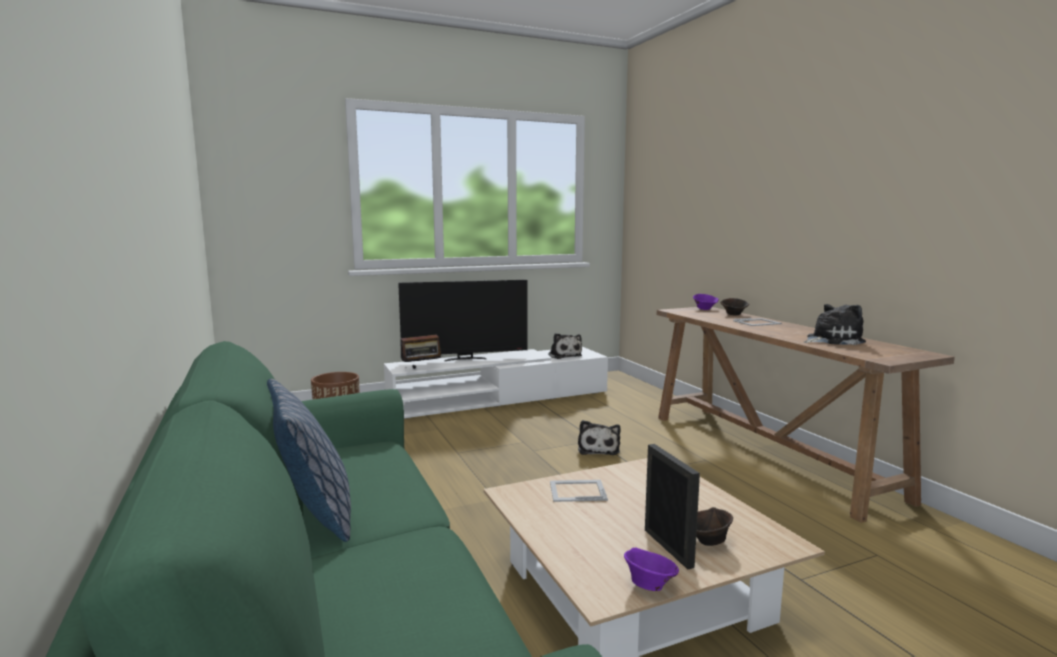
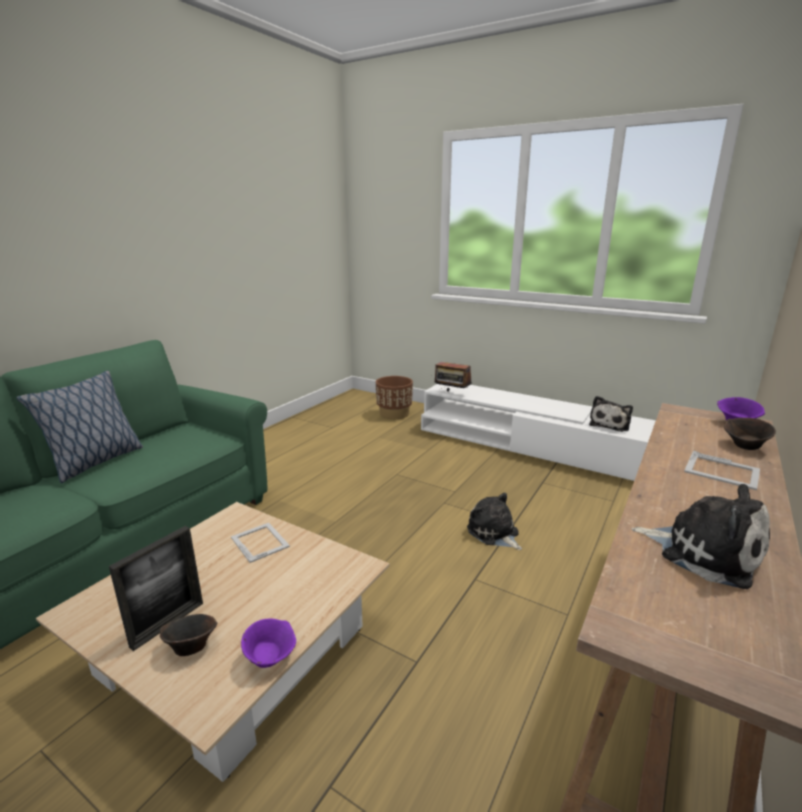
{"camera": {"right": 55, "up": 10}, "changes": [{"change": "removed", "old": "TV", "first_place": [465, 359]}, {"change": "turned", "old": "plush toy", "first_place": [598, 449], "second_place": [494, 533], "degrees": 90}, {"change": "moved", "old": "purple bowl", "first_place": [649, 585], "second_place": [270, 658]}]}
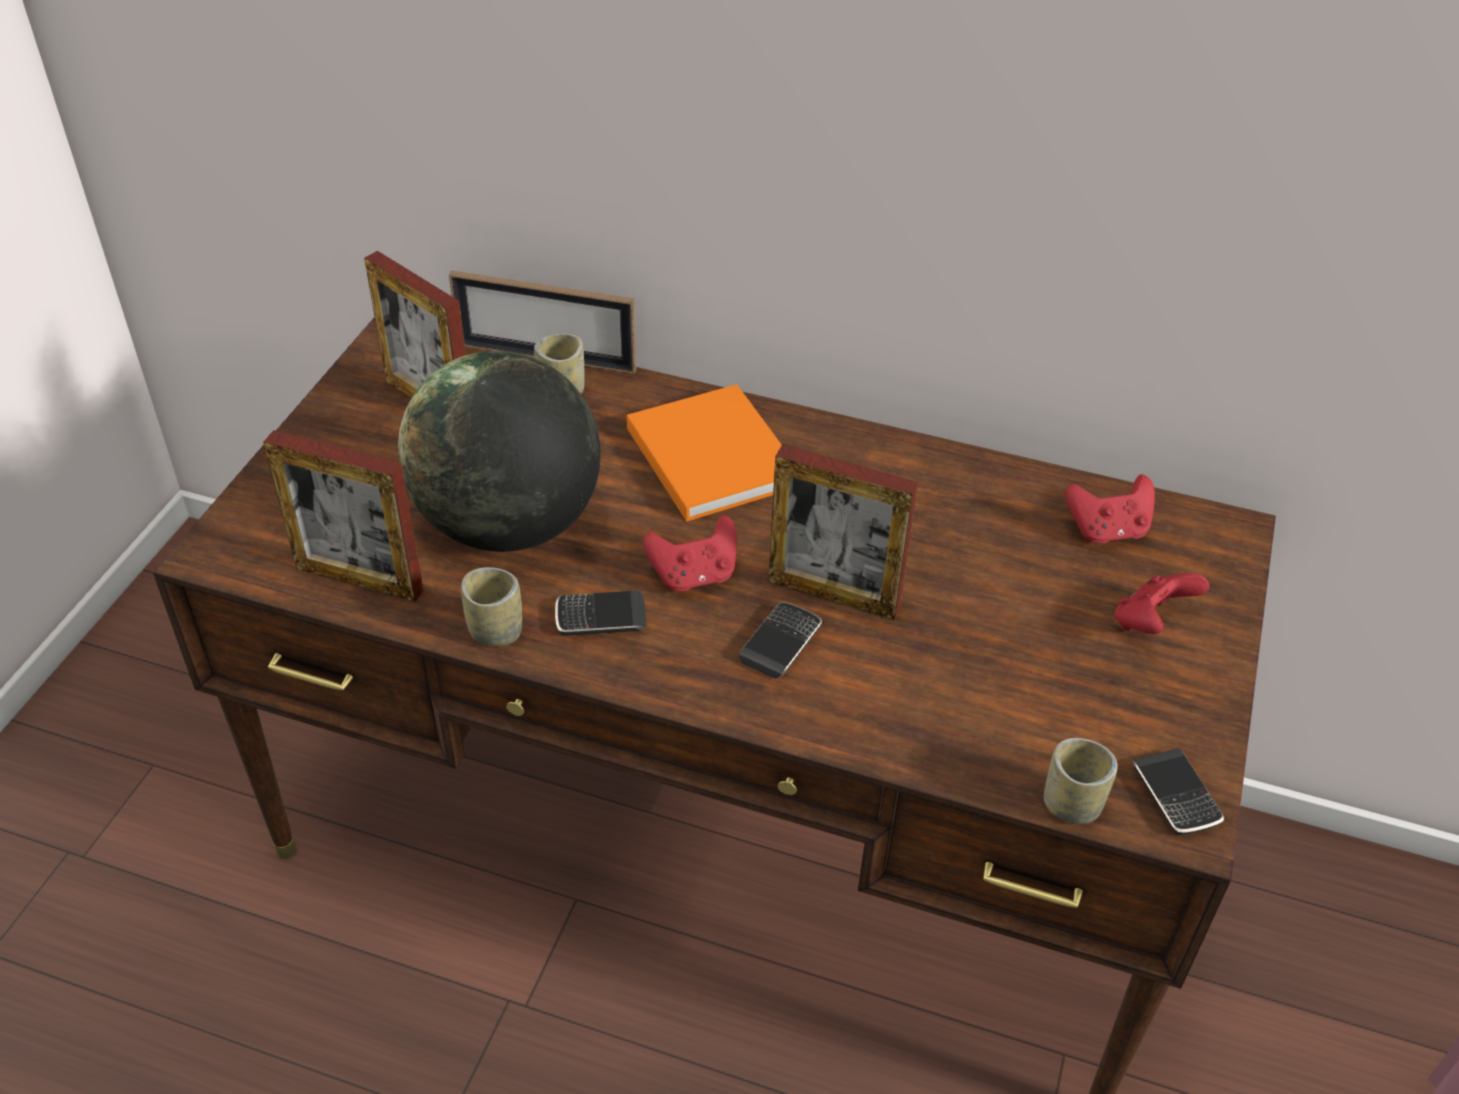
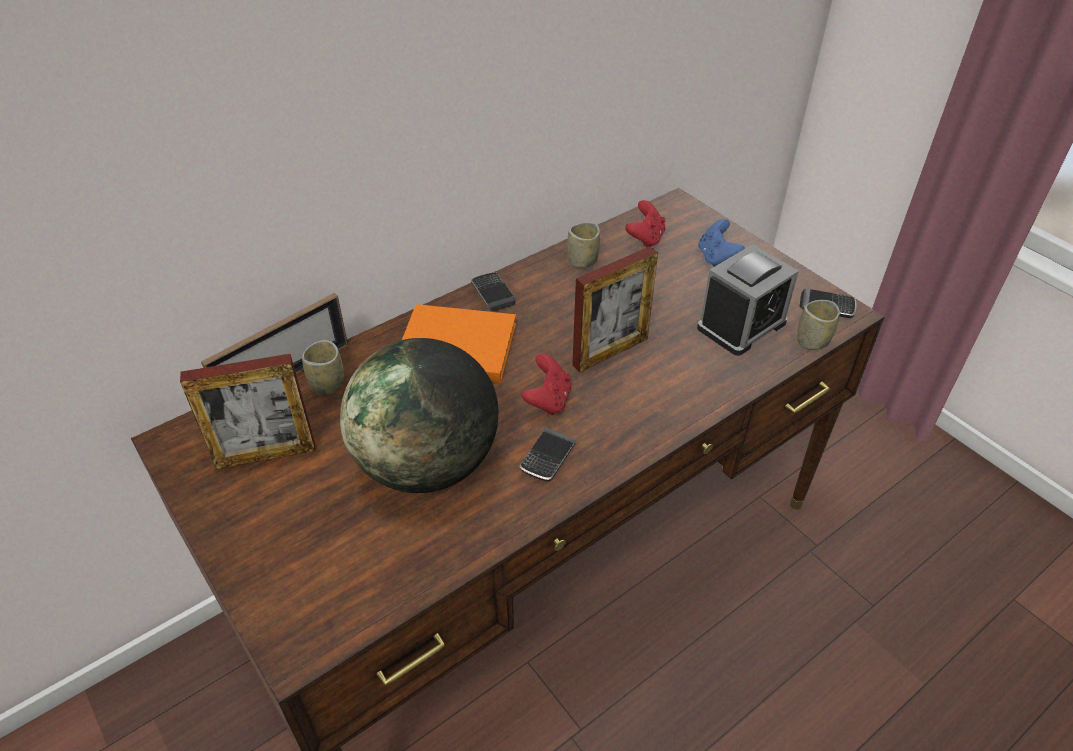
{"camera": {"right": -55, "up": 0}, "changes": [{"change": "removed", "old": "standing frame", "first_place": [359, 579]}, {"change": "moved", "old": "small cup", "first_place": [496, 631], "second_place": [582, 261]}, {"change": "moved", "old": "phone", "first_place": [780, 643], "second_place": [493, 294]}, {"change": "recoloured", "old": "red game controller", "new": "blue game controller", "first_place": [1150, 623], "second_place": [716, 258]}, {"change": "added", "new": "bedside clock", "second_place": [741, 325]}]}
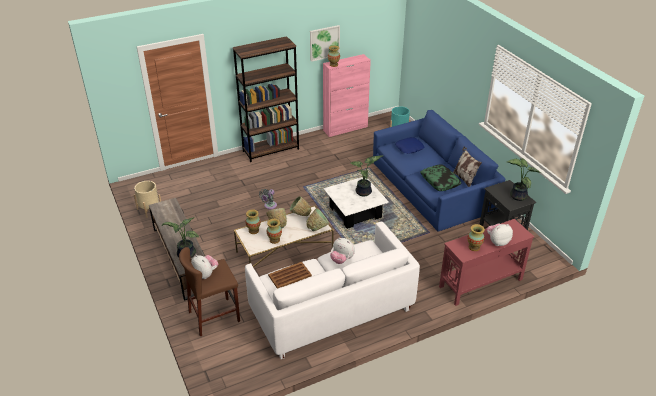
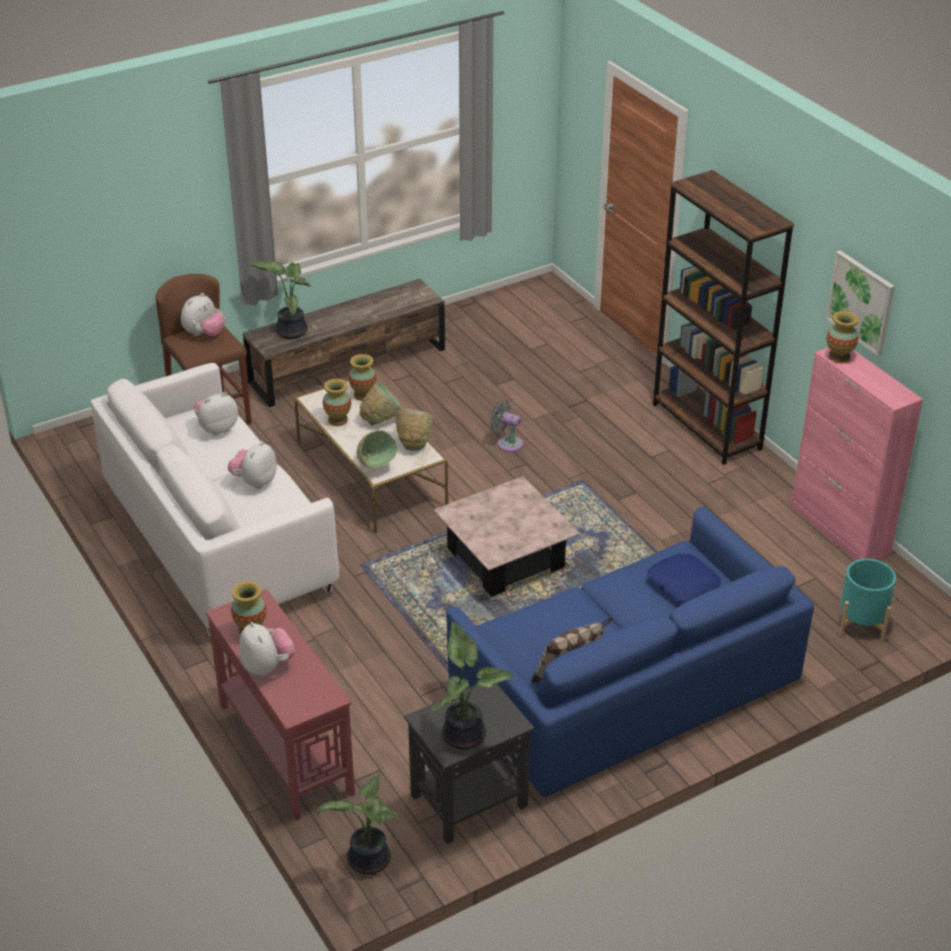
{"camera": {"right": 85, "up": 0}, "changes": [{"change": "removed", "old": "beige-coloured flower pot", "first_place": [149, 209]}, {"change": "replaced", "old": "brown-coloured tray", "new": "plush toy", "first_place": [290, 275], "second_place": [217, 428]}, {"change": "recoloured", "old": "whitish coffee table", "new": "pinkish coffee table", "first_place": [355, 212], "second_place": [505, 558]}, {"change": "moved", "old": "houseplant", "first_place": [364, 192], "second_place": [367, 862]}, {"change": "removed", "old": "throw pillow", "first_place": [440, 181]}]}
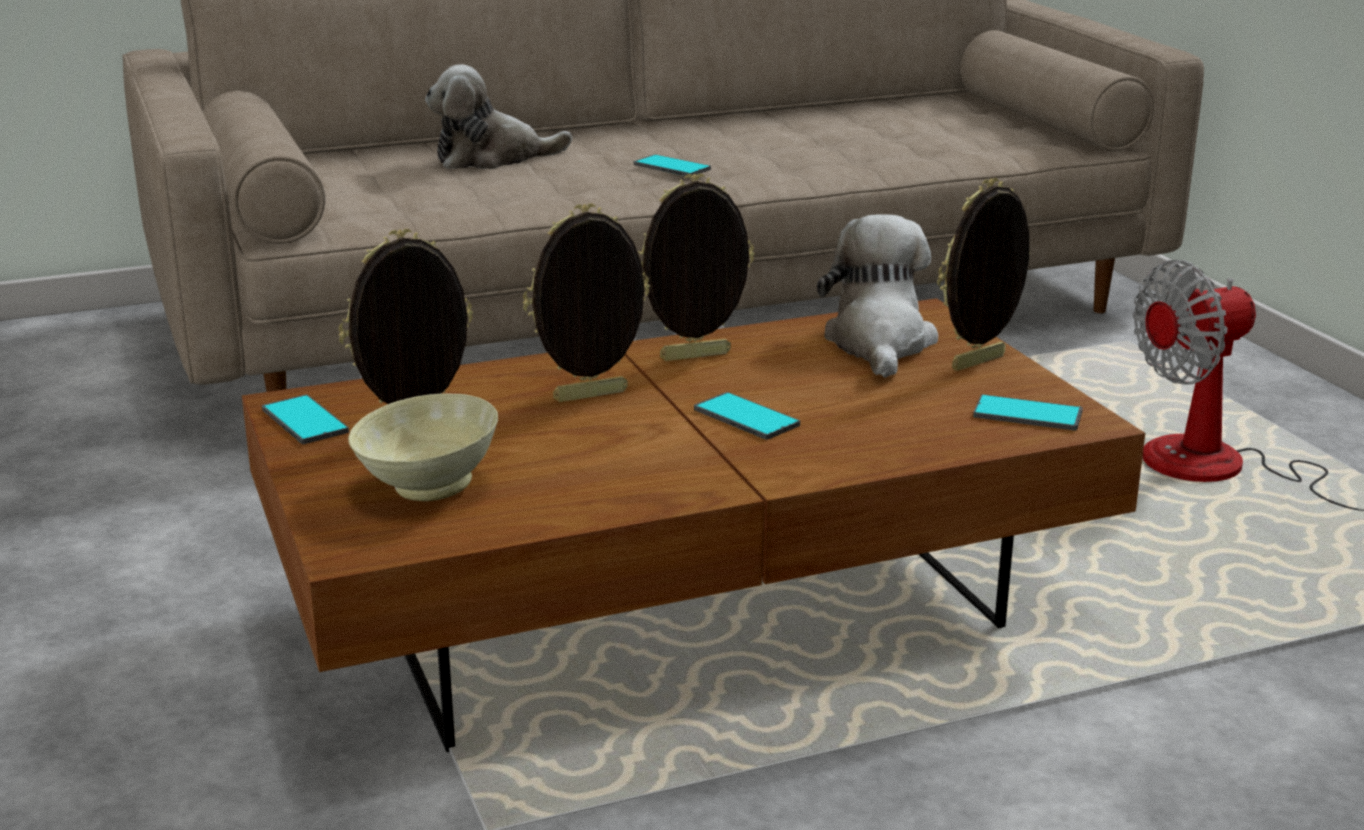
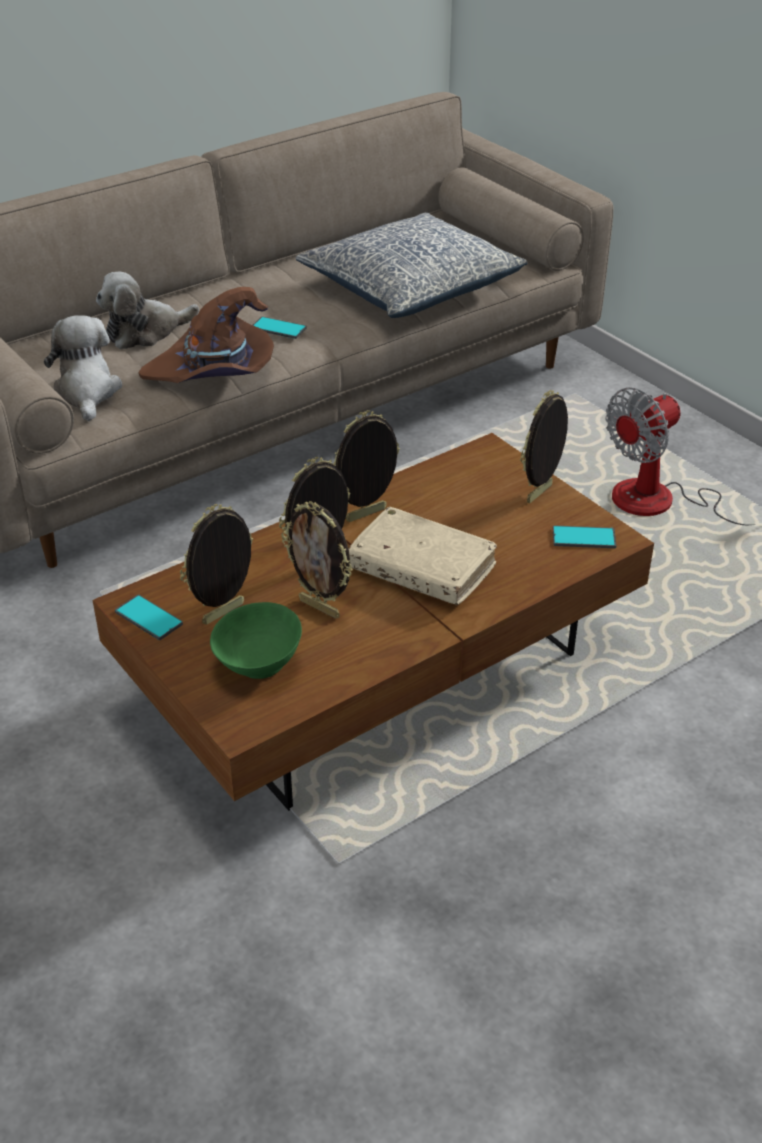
{"camera": {"right": -15, "up": 15}, "changes": [{"change": "recoloured", "old": "beige-coloured bowl", "new": "green bowl", "first_place": [426, 487], "second_place": [257, 665]}, {"change": "replaced", "old": "phone", "new": "beige-coloured book", "first_place": [746, 418], "second_place": [421, 568]}, {"change": "moved", "old": "plush toy", "first_place": [879, 343], "second_place": [87, 392]}, {"change": "added", "new": "brown-coloured wearable hat", "second_place": [214, 371]}, {"change": "added", "new": "standing frame", "second_place": [320, 608]}, {"change": "added", "new": "throw pillow", "second_place": [411, 287]}]}
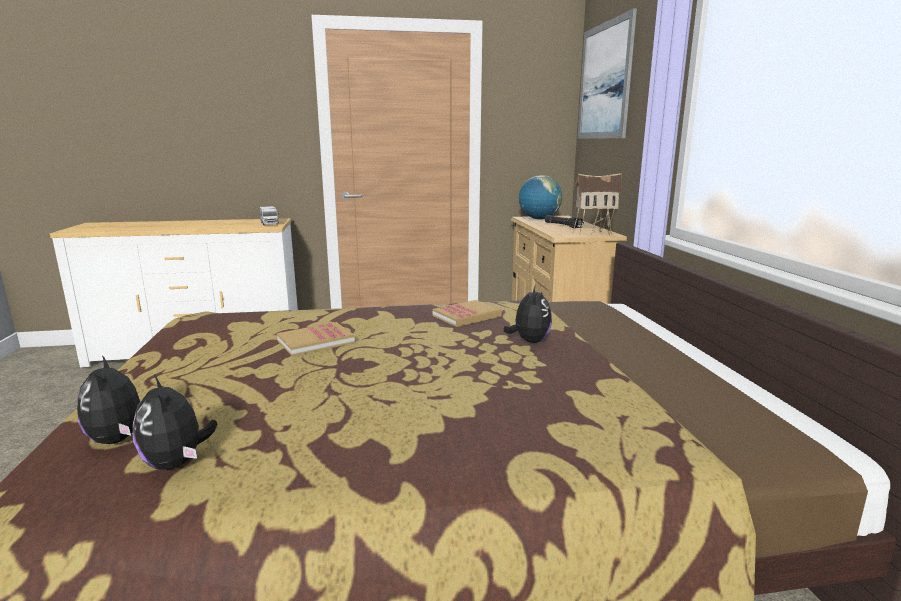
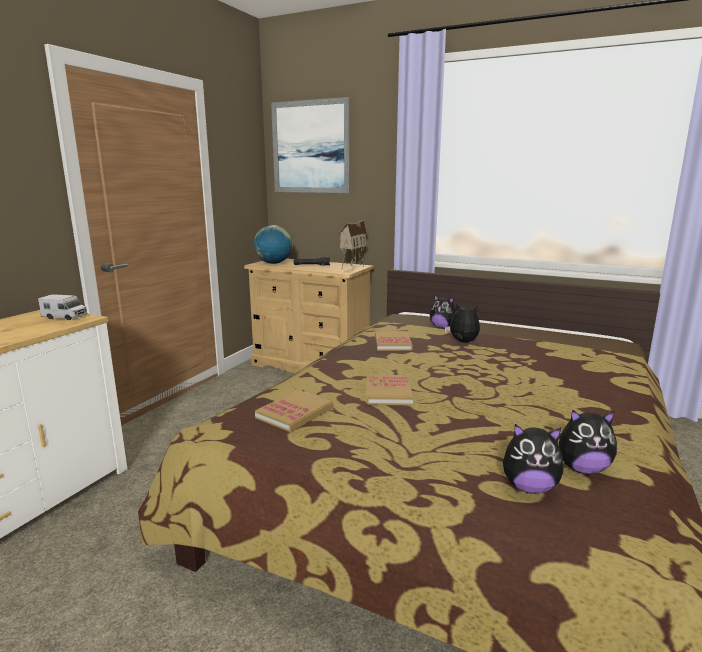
{"camera": {"right": -55, "up": 0}, "changes": [{"change": "added", "new": "book", "second_place": [295, 413]}, {"change": "added", "new": "plush toy", "second_place": [443, 328]}]}
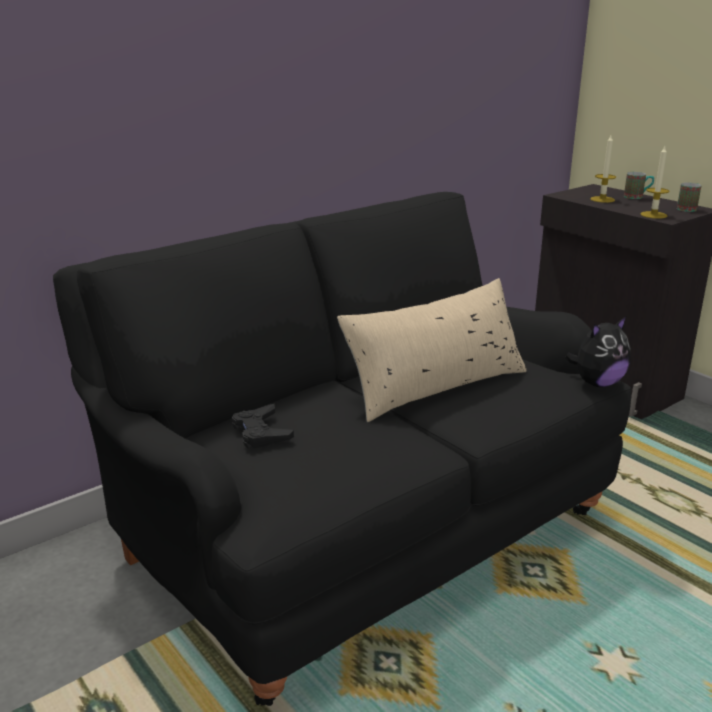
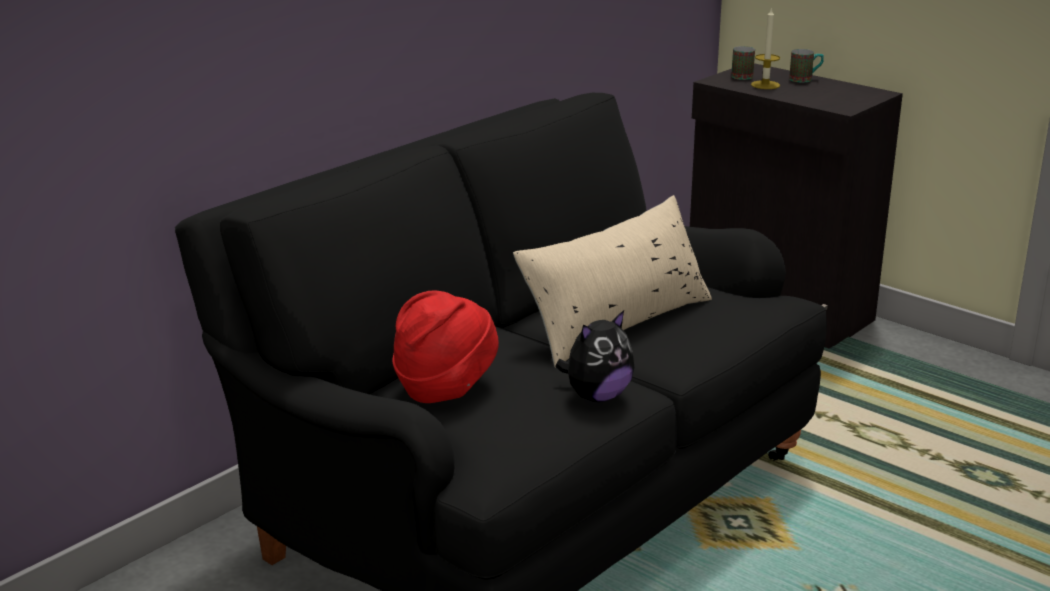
{"camera": {"right": -10, "up": 0}, "changes": [{"change": "replaced", "old": "black-coloured game controller", "new": "red wearable hat", "first_place": [261, 432], "second_place": [445, 387]}, {"change": "moved", "old": "plush toy", "first_place": [597, 383], "second_place": [597, 396]}, {"change": "removed", "old": "wax candle", "first_place": [653, 215]}, {"change": "moved", "old": "mug", "first_place": [685, 208], "second_place": [741, 75]}]}
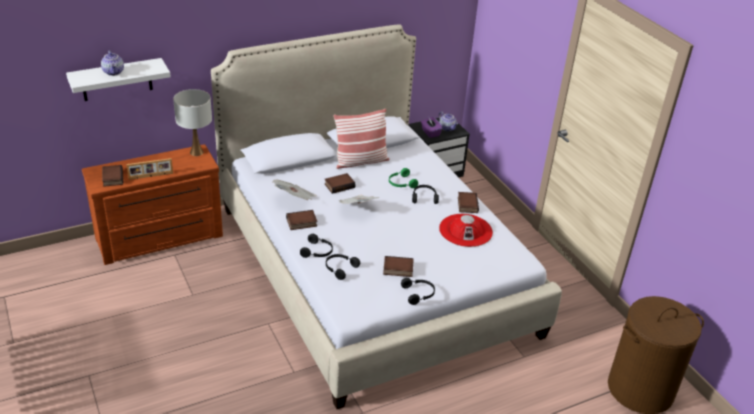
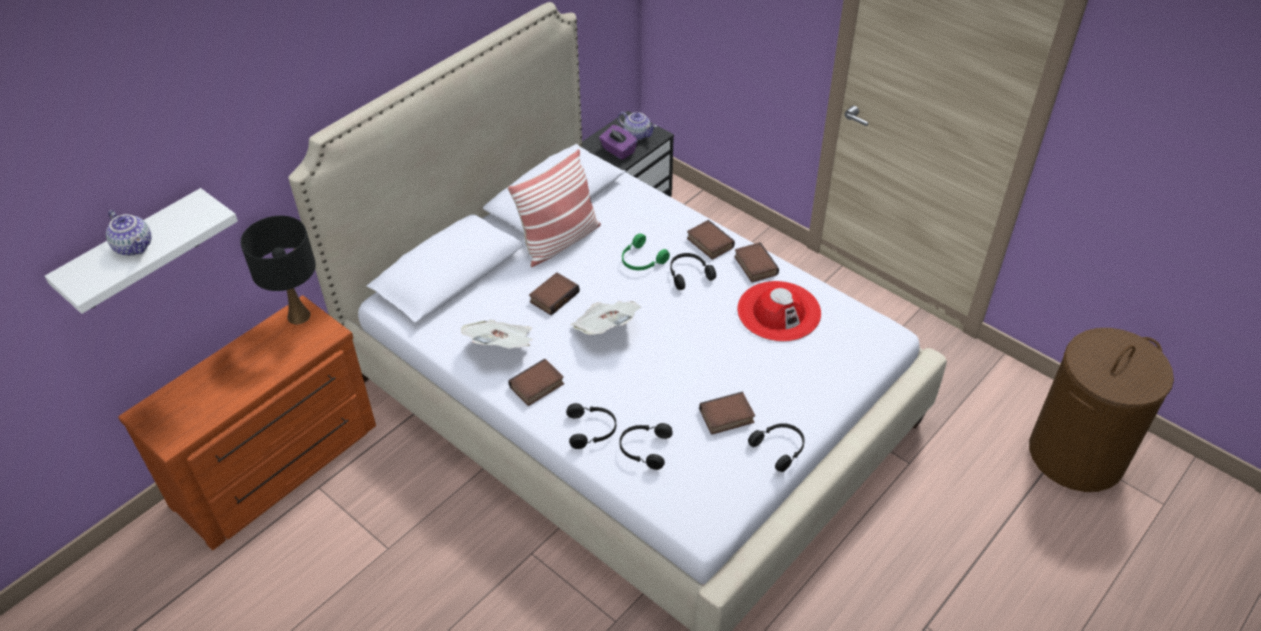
{"camera": {"right": -20, "up": 10}, "changes": [{"change": "moved", "old": "book", "first_place": [112, 178], "second_place": [708, 243]}, {"change": "removed", "old": "standing frame", "first_place": [151, 176]}, {"change": "recoloured", "old": "whitish table lamp", "new": "black-coloured table lamp", "first_place": [196, 152], "second_place": [299, 316]}]}
